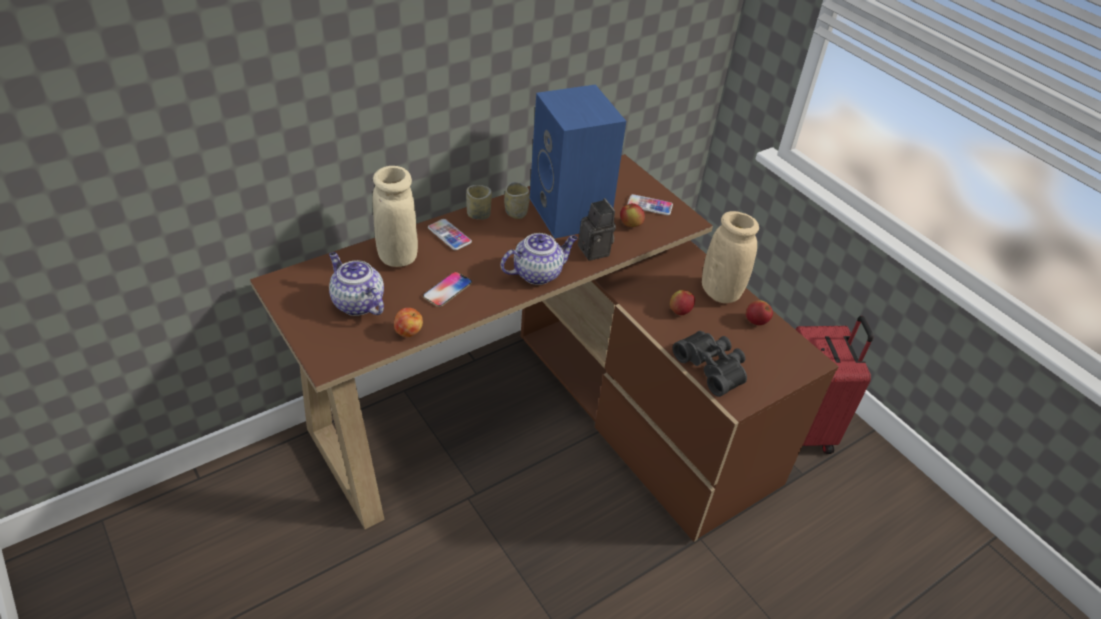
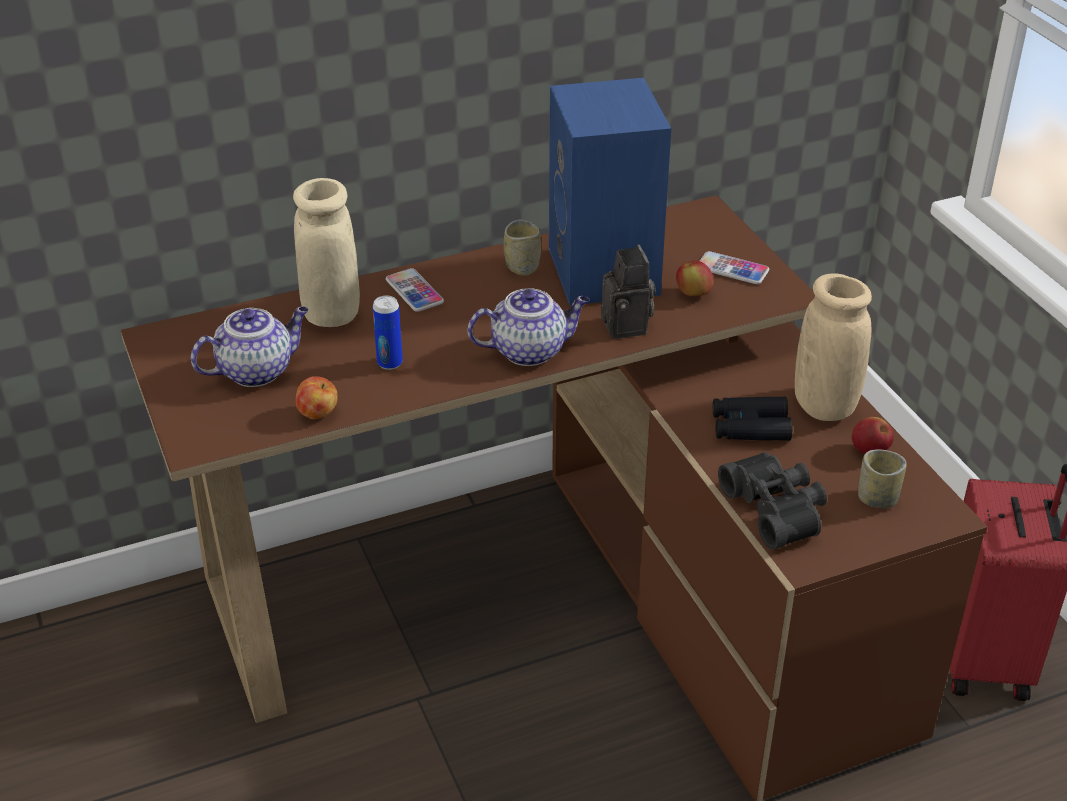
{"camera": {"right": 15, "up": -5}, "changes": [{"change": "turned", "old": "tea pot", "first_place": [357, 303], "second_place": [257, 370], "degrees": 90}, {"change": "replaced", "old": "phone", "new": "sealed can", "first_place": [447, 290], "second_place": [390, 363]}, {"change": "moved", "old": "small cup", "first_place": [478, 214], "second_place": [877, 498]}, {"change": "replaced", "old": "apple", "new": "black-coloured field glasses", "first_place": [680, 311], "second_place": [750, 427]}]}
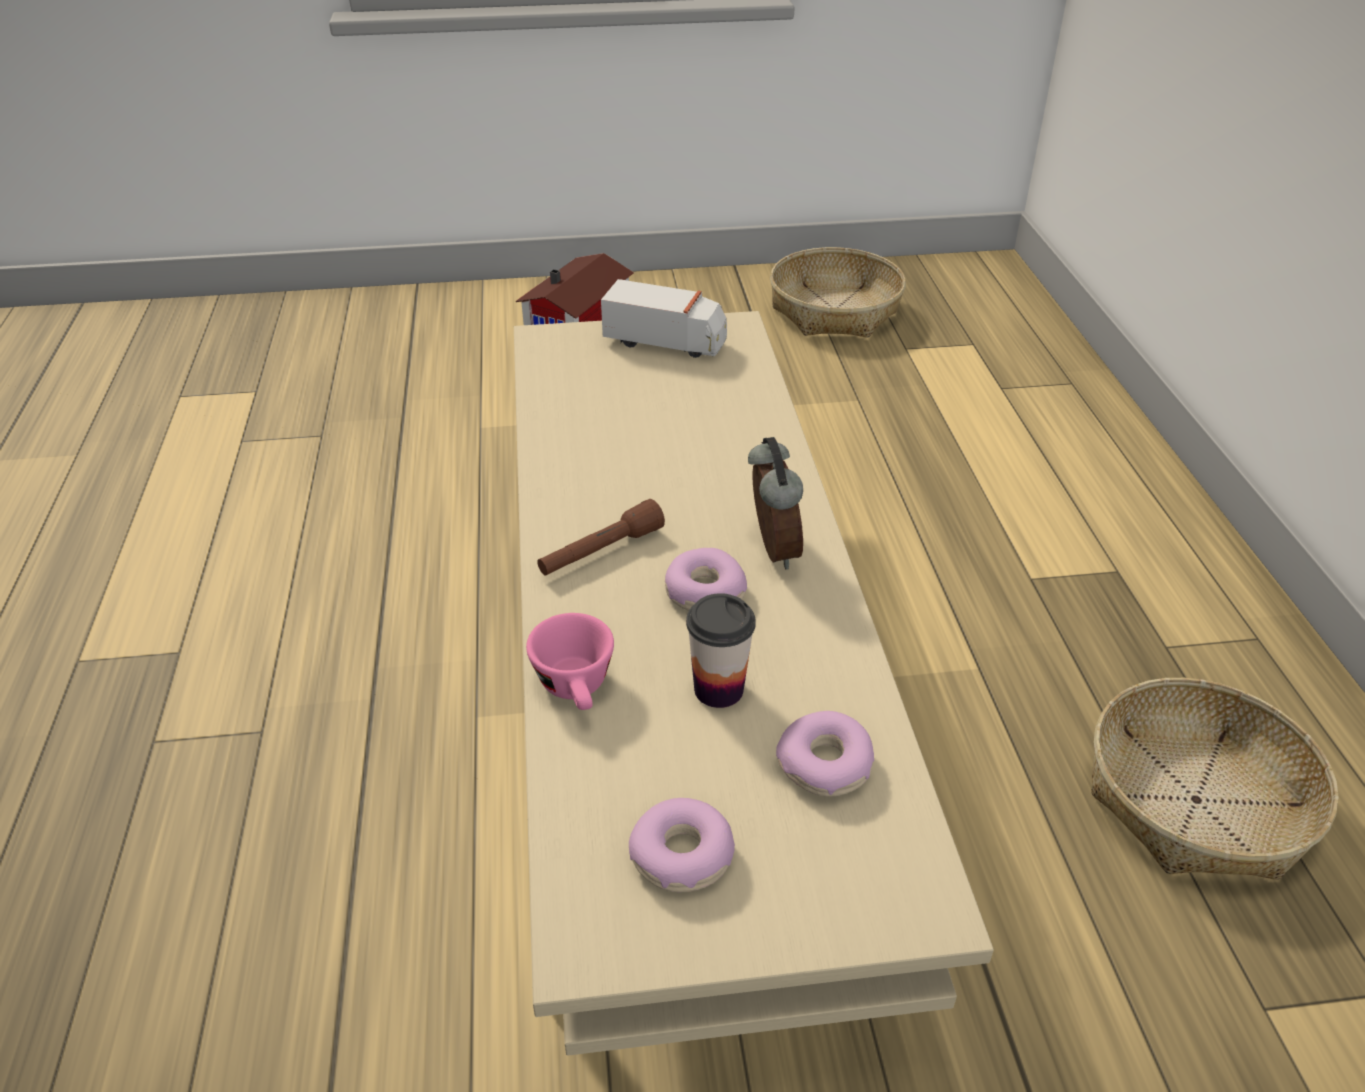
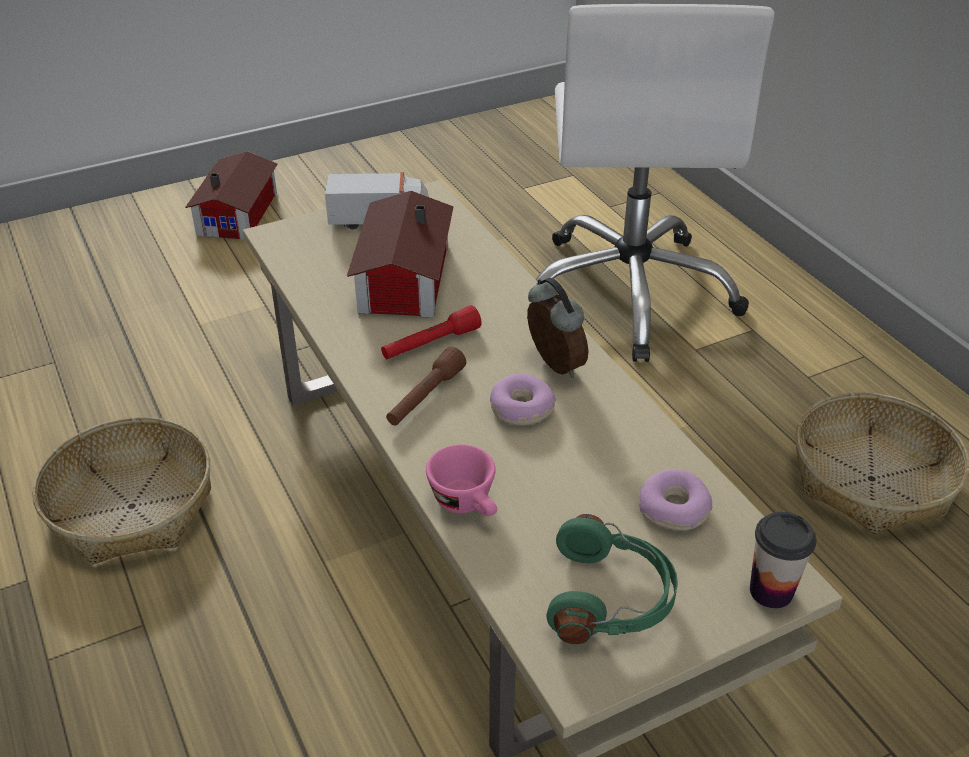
{"camera": {"right": -20, "up": 0}, "changes": [{"change": "replaced", "old": "donut", "new": "green pair of headphones", "first_place": [682, 856], "second_place": [611, 598]}, {"change": "moved", "old": "small cup", "first_place": [718, 689], "second_place": [771, 591]}, {"change": "moved", "old": "household basket", "first_place": [834, 310], "second_place": [131, 506]}, {"change": "added", "new": "miniature house", "second_place": [400, 279]}, {"change": "added", "new": "red flashlight", "second_place": [431, 344]}, {"change": "added", "new": "whitish office chair", "second_place": [630, 292]}]}
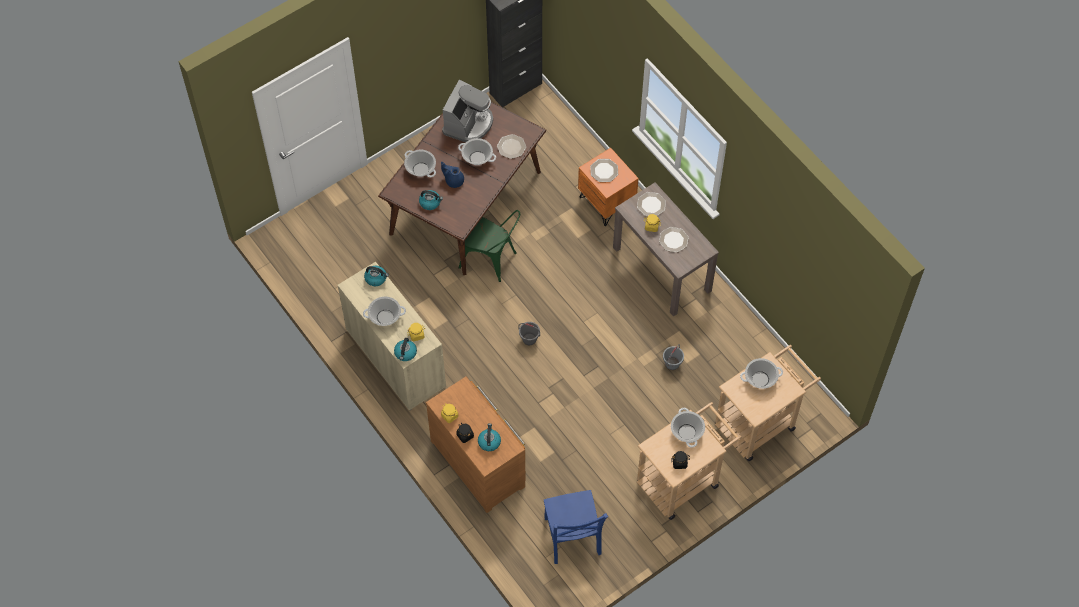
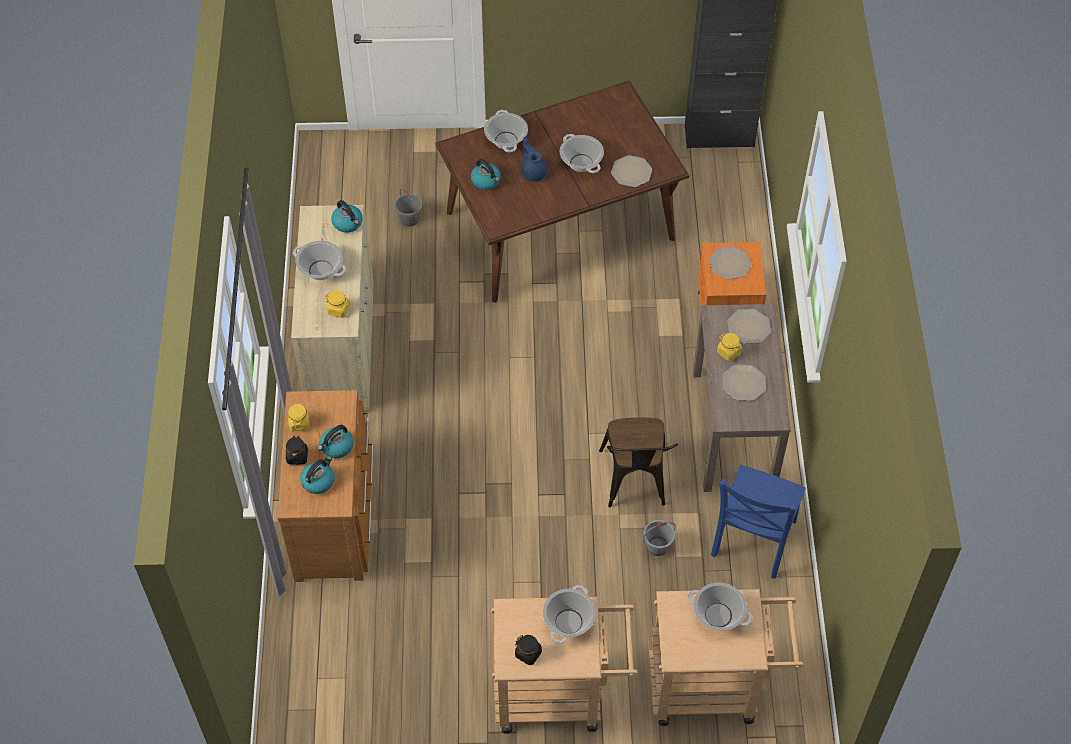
{"camera": {"right": 35, "up": -5}, "changes": [{"change": "moved", "old": "water kettle", "first_place": [405, 353], "second_place": [336, 447]}, {"change": "removed", "old": "coffee maker", "first_place": [468, 123]}, {"change": "removed", "old": "green chair", "first_place": [492, 261]}, {"change": "moved", "old": "grey bucket", "first_place": [529, 339], "second_place": [409, 219]}, {"change": "moved", "old": "blue chair", "first_place": [572, 538], "second_place": [752, 541]}, {"change": "added", "new": "brown-coloured chair", "second_place": [634, 483]}]}
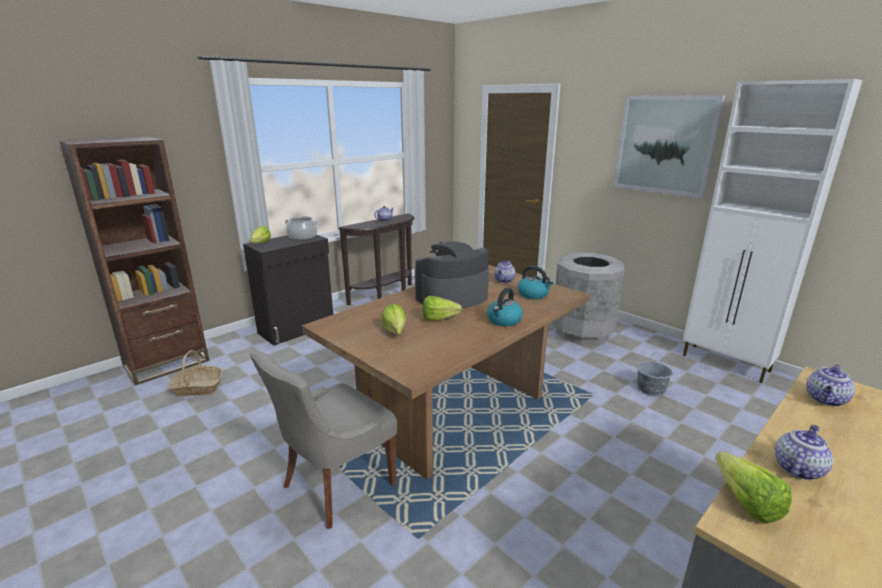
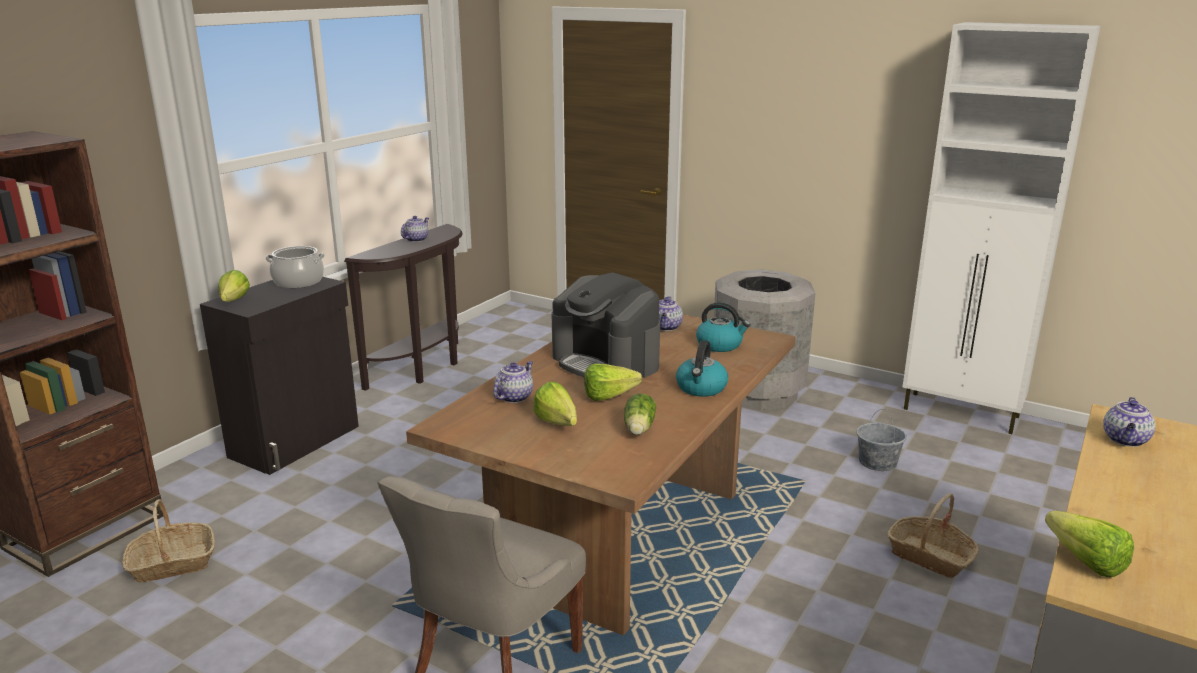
{"camera": {"right": -15, "up": 0}, "changes": [{"change": "turned", "old": "coffee maker", "first_place": [452, 297], "second_place": [606, 362], "degrees": -90}, {"change": "removed", "old": "wall art", "first_place": [665, 145]}, {"change": "moved", "old": "tea pot", "first_place": [797, 468], "second_place": [514, 397]}, {"change": "added", "new": "head of lettuce", "second_place": [638, 429]}, {"change": "added", "new": "household basket", "second_place": [930, 556]}]}
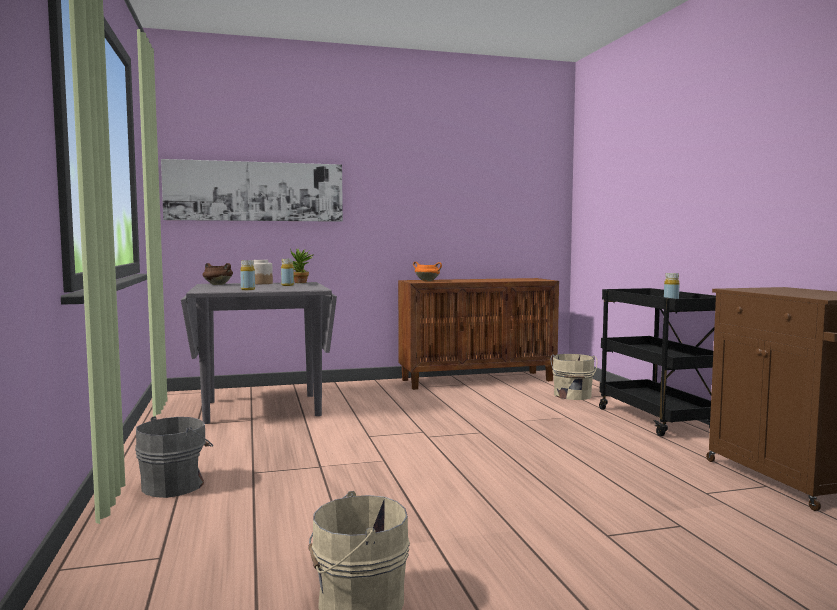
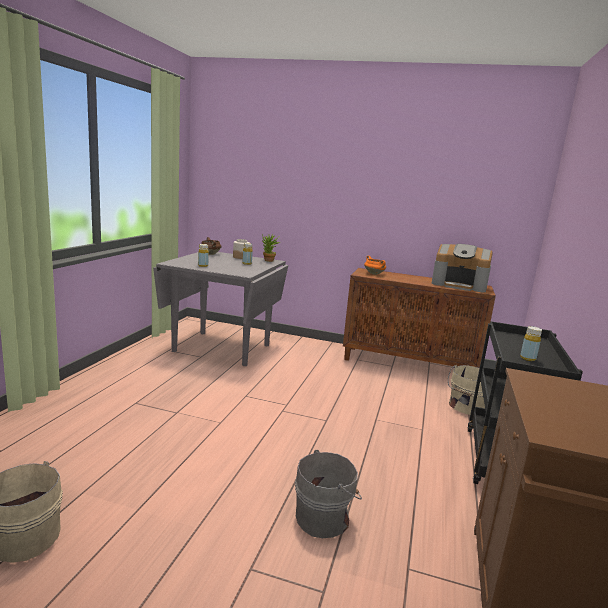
{"camera": {"right": 30, "up": 10}, "changes": [{"change": "moved", "old": "grey bucket", "first_place": [176, 485], "second_place": [324, 518]}, {"change": "removed", "old": "wall art", "first_place": [255, 191]}, {"change": "added", "new": "coffee maker", "second_place": [459, 285]}]}
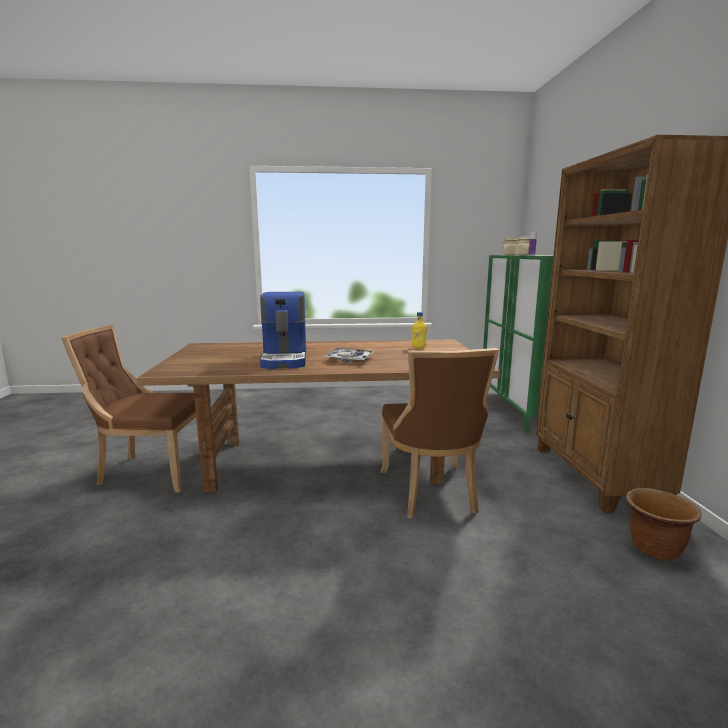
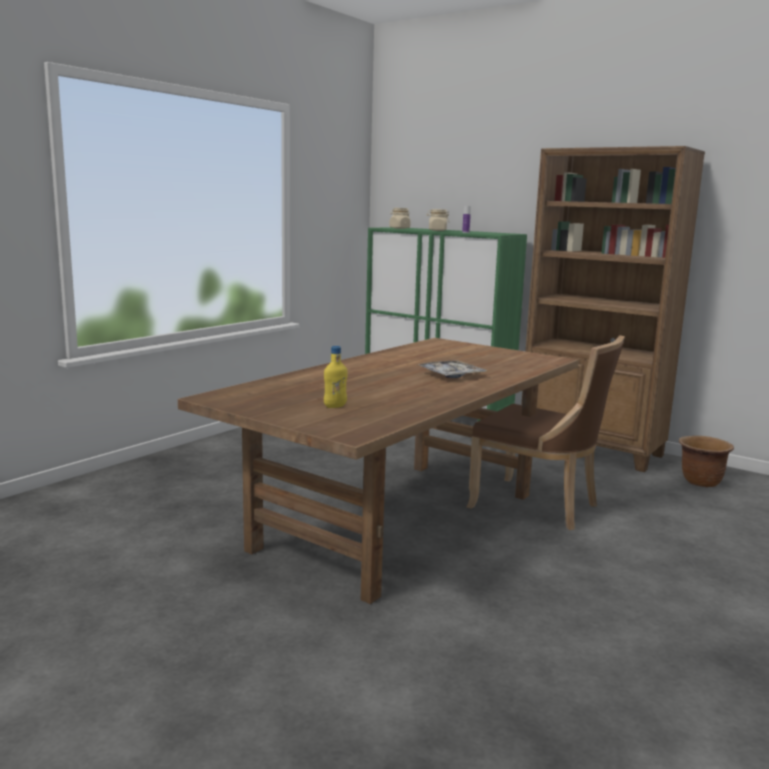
{"camera": {"right": -50, "up": 0}, "changes": [{"change": "removed", "old": "brown-coloured chair", "first_place": [151, 471]}, {"change": "removed", "old": "coffee maker", "first_place": [286, 359]}, {"change": "moved", "old": "yellowish bottle", "first_place": [418, 347], "second_place": [335, 406]}]}
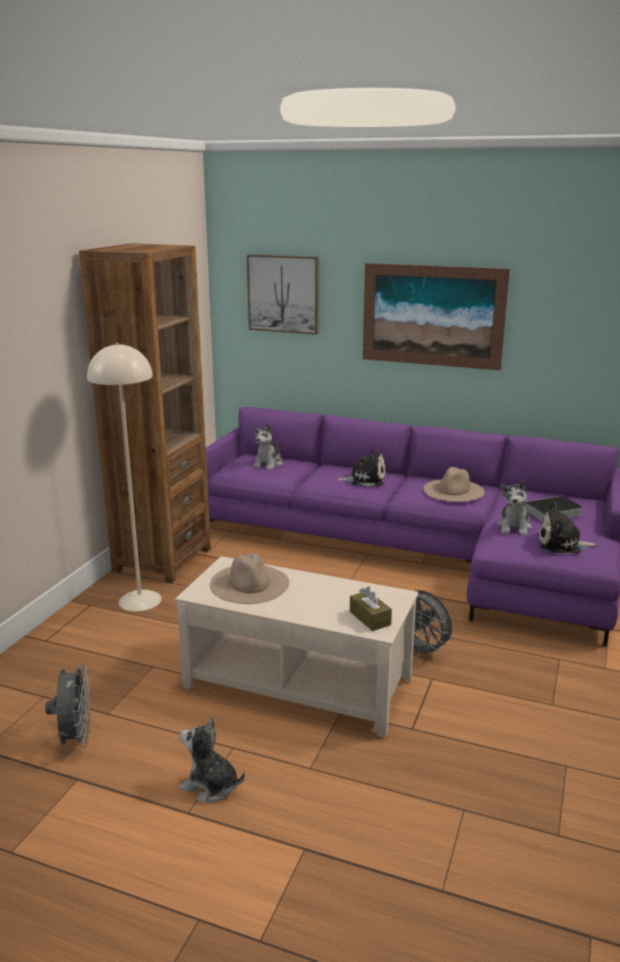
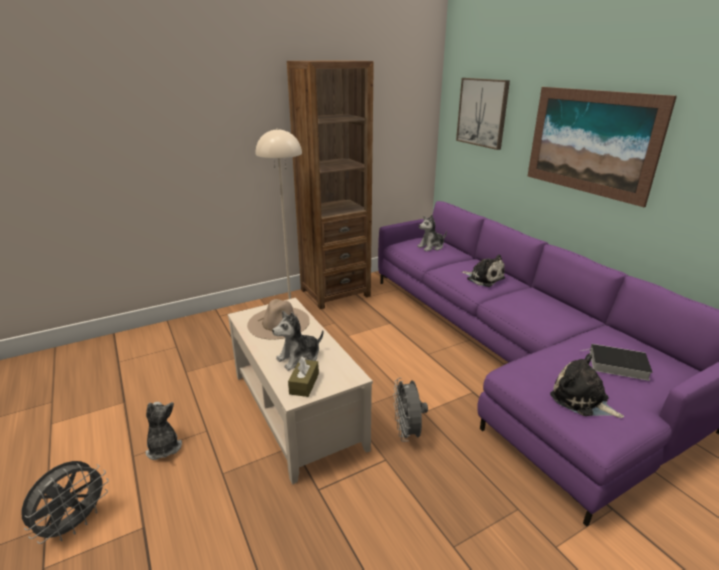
{"camera": {"right": 40, "up": 5}, "changes": [{"change": "moved", "old": "grey fan", "first_place": [75, 738], "second_place": [75, 524]}, {"change": "removed", "old": "beige-coloured wearable hat", "first_place": [453, 490]}, {"change": "moved", "old": "plush toy", "first_place": [514, 527], "second_place": [299, 358]}]}
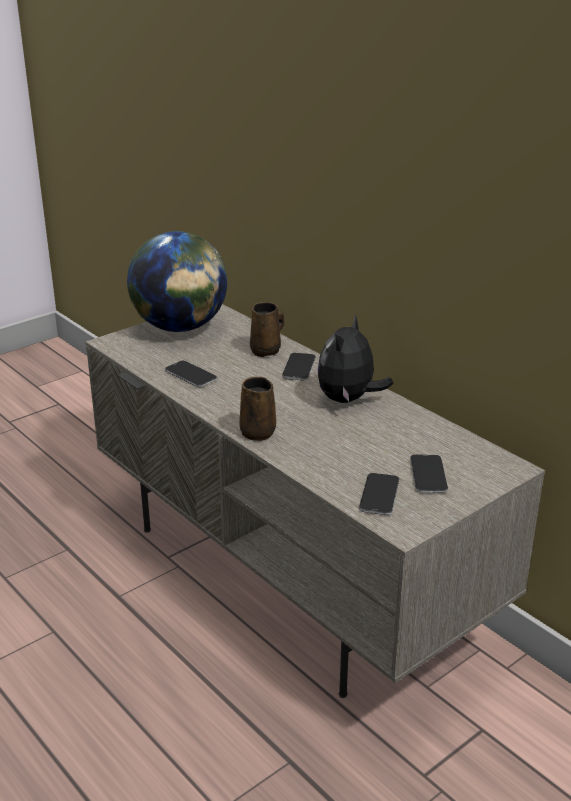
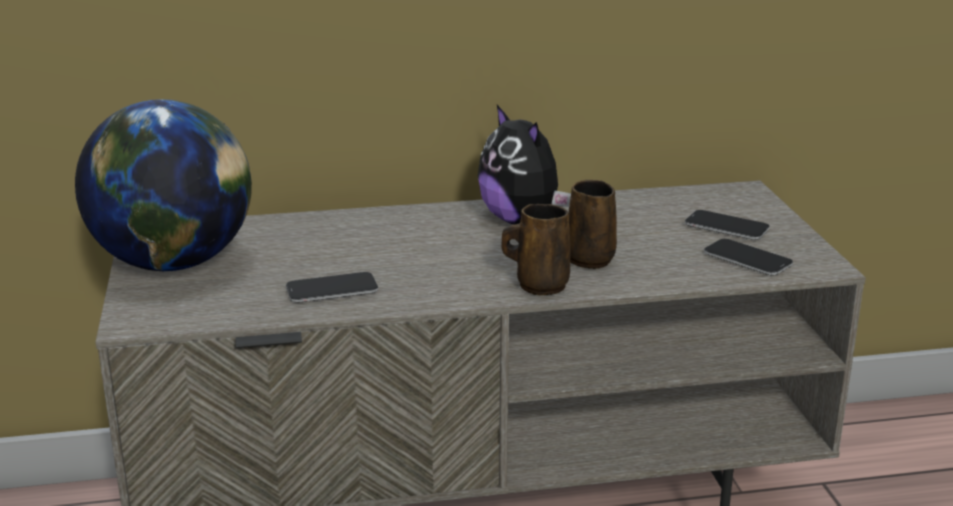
{"camera": {"right": -60, "up": -5}, "changes": [{"change": "moved", "old": "brown-coloured mug", "first_place": [267, 350], "second_place": [589, 258]}, {"change": "removed", "old": "phone", "first_place": [299, 368]}]}
